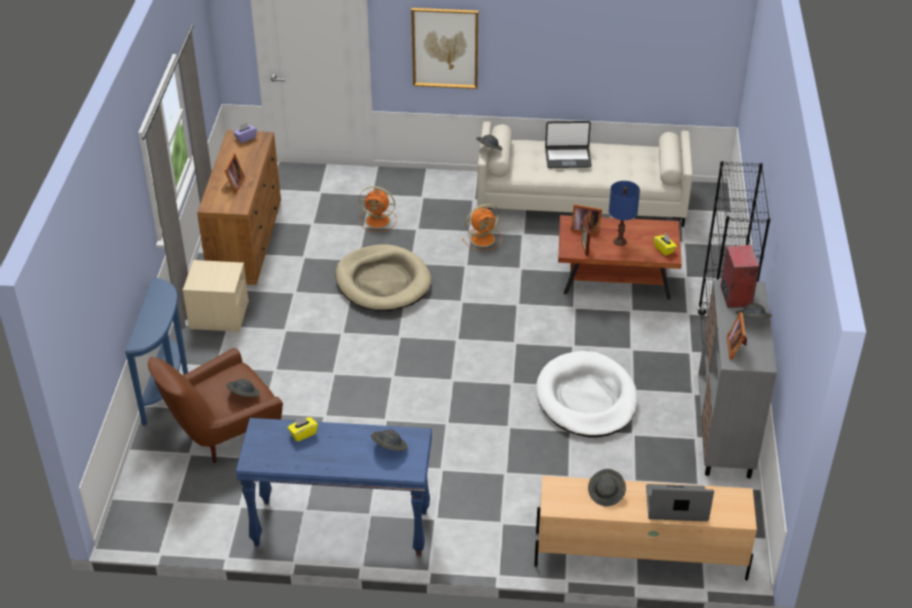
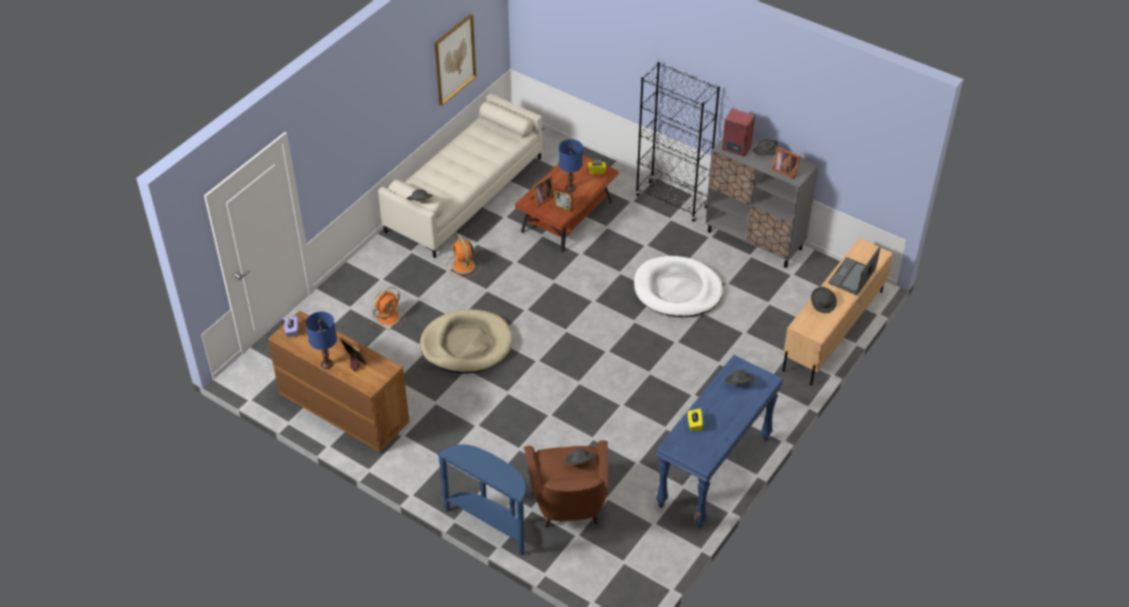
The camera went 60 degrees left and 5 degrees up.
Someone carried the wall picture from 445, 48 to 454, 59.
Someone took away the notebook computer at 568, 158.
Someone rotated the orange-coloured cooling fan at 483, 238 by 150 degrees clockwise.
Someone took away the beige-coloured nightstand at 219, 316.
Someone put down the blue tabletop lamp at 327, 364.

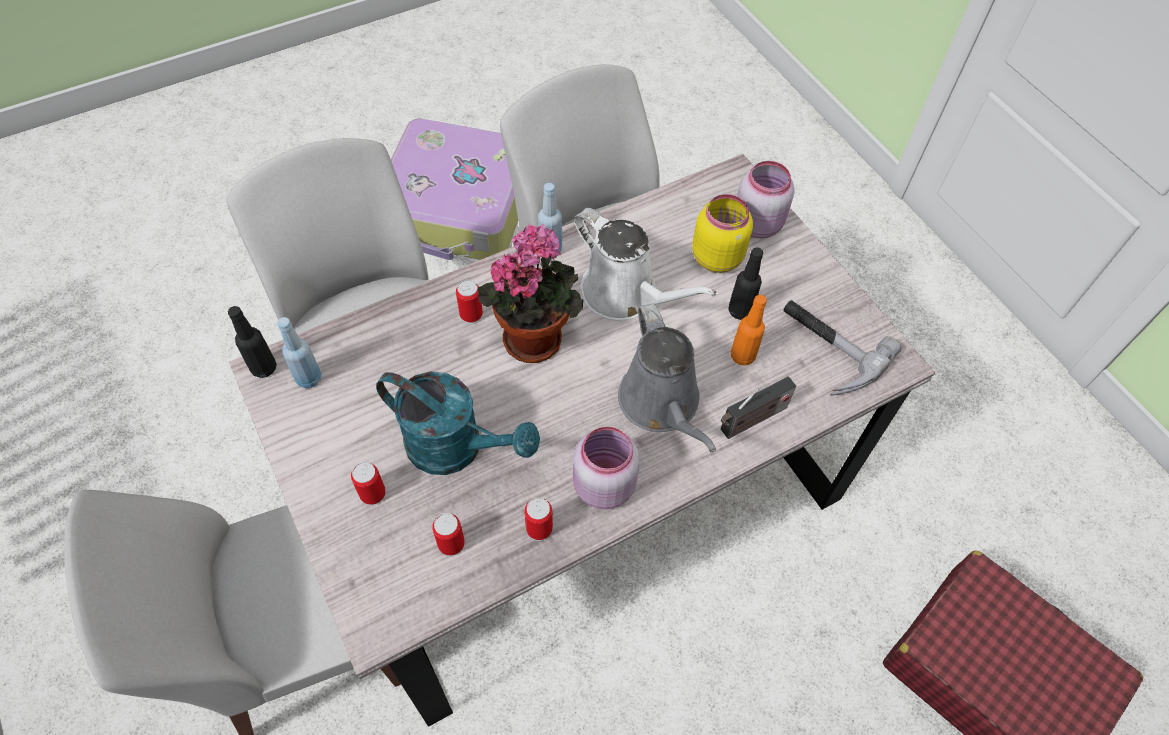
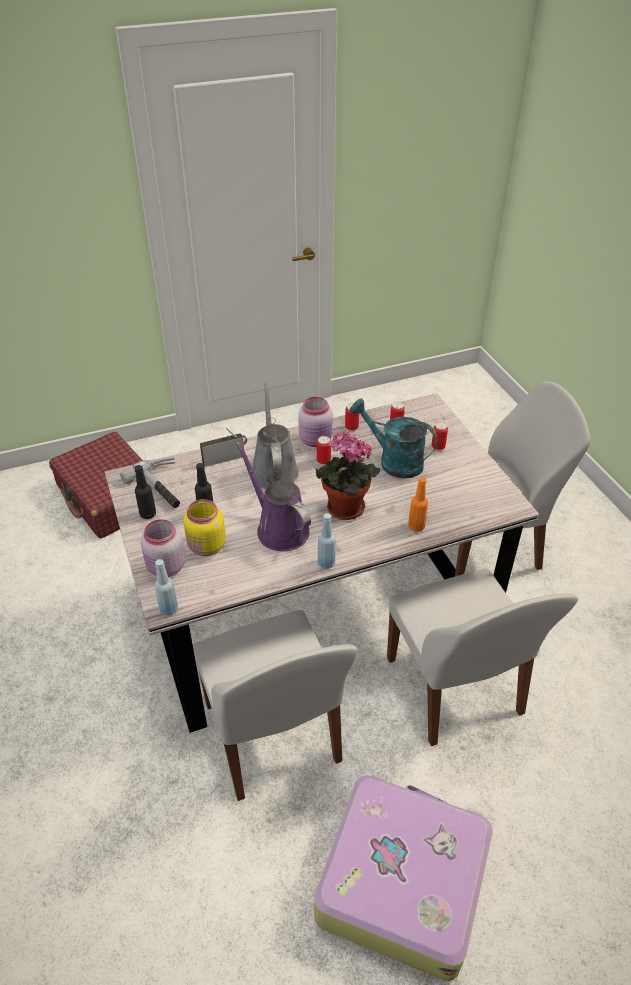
The camera went 170 degrees left and 15 degrees down.
Someone repainted the whitish watering pot at 625, 294, which became the purple-coloured watering pot at 279, 528.
Someone carried the metal can from 471, 315 to 323, 461.
Someone carried the orange-coloured drink bottle from 742, 356 to 416, 526.
Someone carried the black-coloured drink bottle from 264, 368 to 148, 514.
Someone carried the blue drink bottle from 309, 378 to 168, 609.

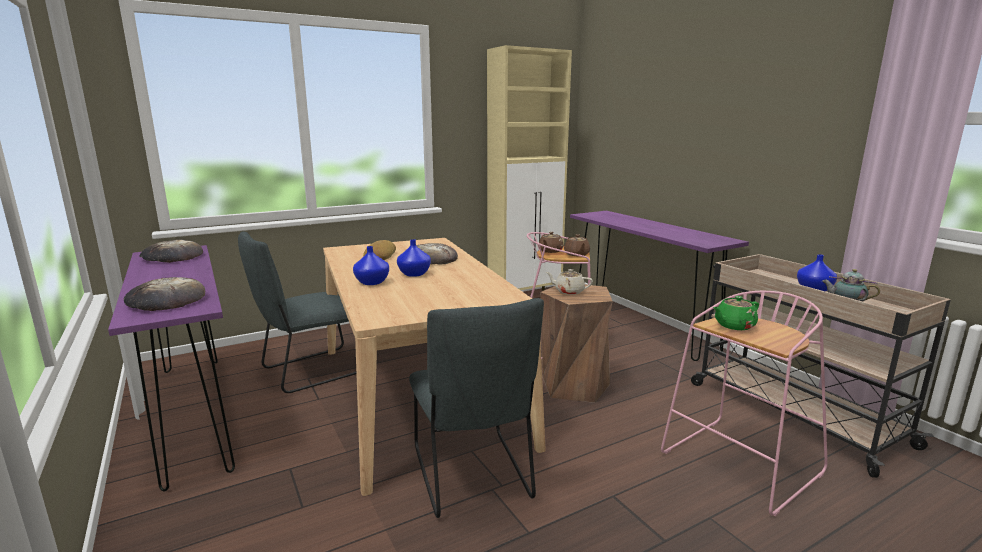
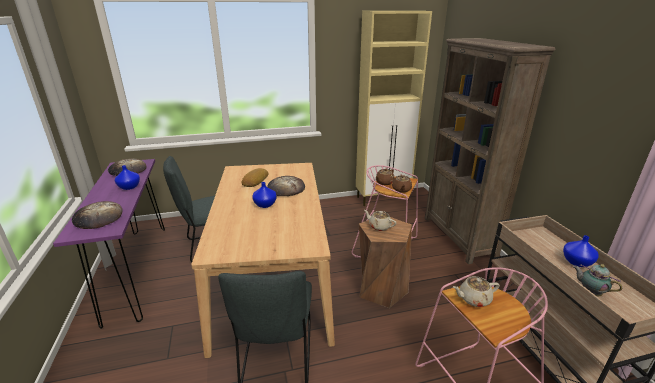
The camera went 15 degrees right and 10 degrees up.
Someone swapped the purple-coloured hall table at 640, 325 for the brown bookshelf at 458, 237.
Someone carried the blue vase from 372, 282 to 129, 187.
Someone repainted the greenish pot for tea at 733, 325, which became the beige-coloured pot for tea at 473, 299.

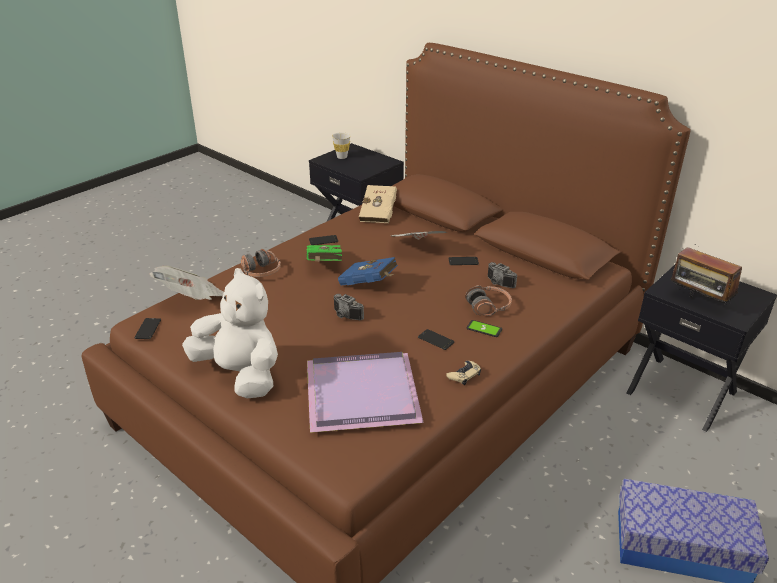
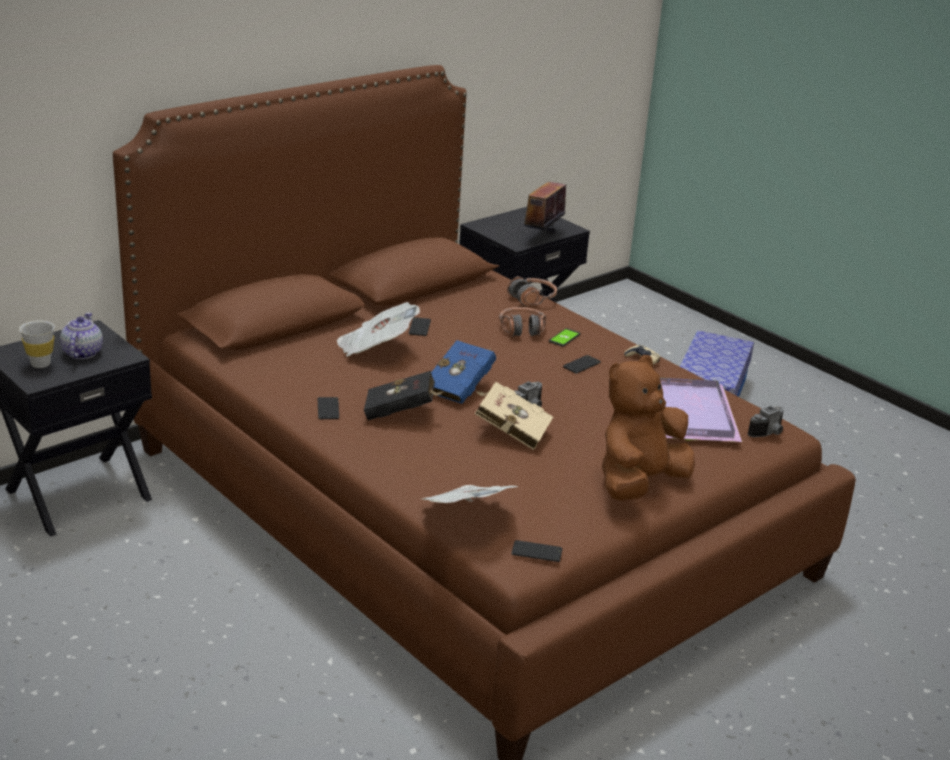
The camera went 85 degrees left and 5 degrees down.
Someone carried the beige-coloured bound book from 379, 214 to 509, 431.
Someone repainted the greenish bound book at 324, 266, which became the black-coloured bound book at 402, 413.
Someone rotated the radio at 698, 303 by 150 degrees clockwise.
Someone carried the pair of headphones from 261, 272 to 532, 298.
Someone carried the still camera from 498, 284 to 769, 433.
Someone repainted the whitish plush toy at 240, 374, which became the brown plush toy at 639, 483.
Someone put down the pot for tea at 82, 353.

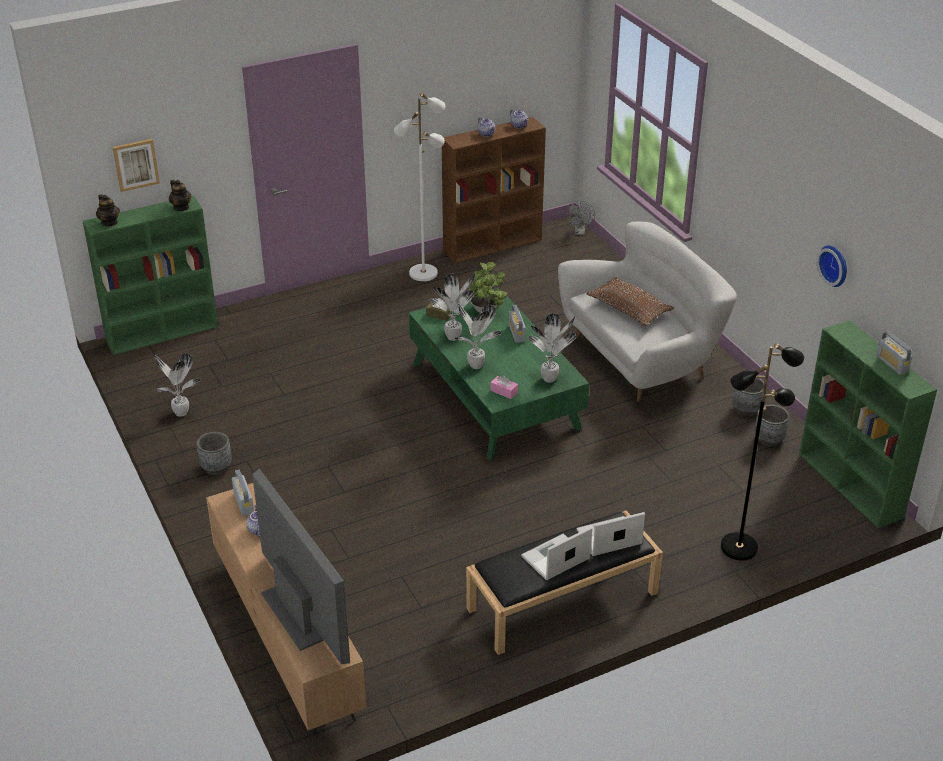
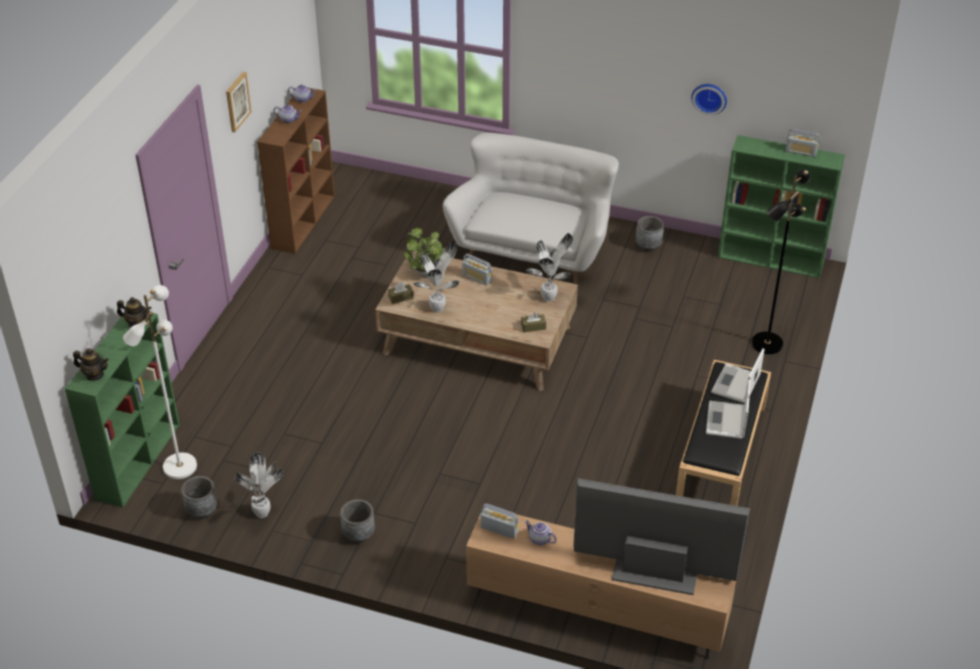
The camera went 45 degrees left and 5 degrees up.
Someone carried the whitish floor lamp from 423, 273 to 179, 466.
Someone carried the wall picture from 136, 164 to 237, 101.
Someone took away the greyish cooling fan at 579, 232.
Someone took away the brown throw pillow at 629, 309.
Someone repainted the greenish coffee table at 495, 395, which became the brown coffee table at 478, 340.
Someone took away the houseplant at 476, 366.
Someone repainted the pinkish box of tissues at 504, 391, which became the brown box of tissues at 533, 327.
Someone carried the greyish plant pot from 769, 439 to 202, 510.

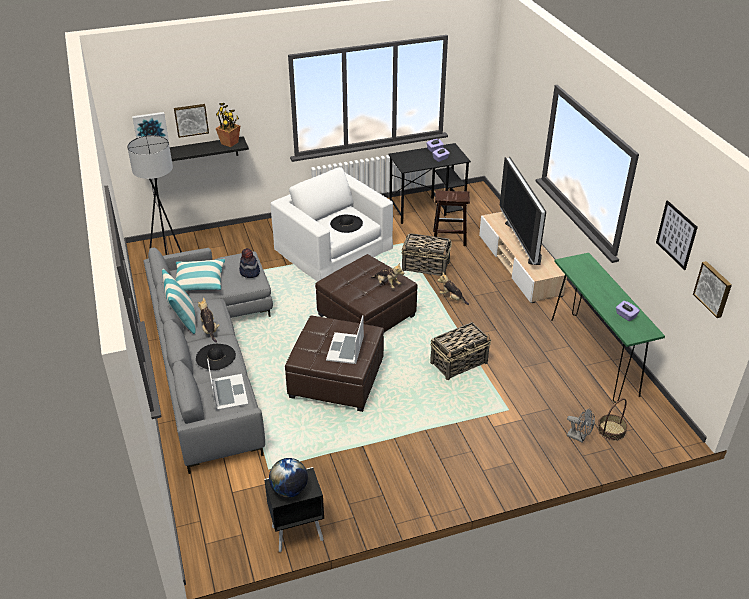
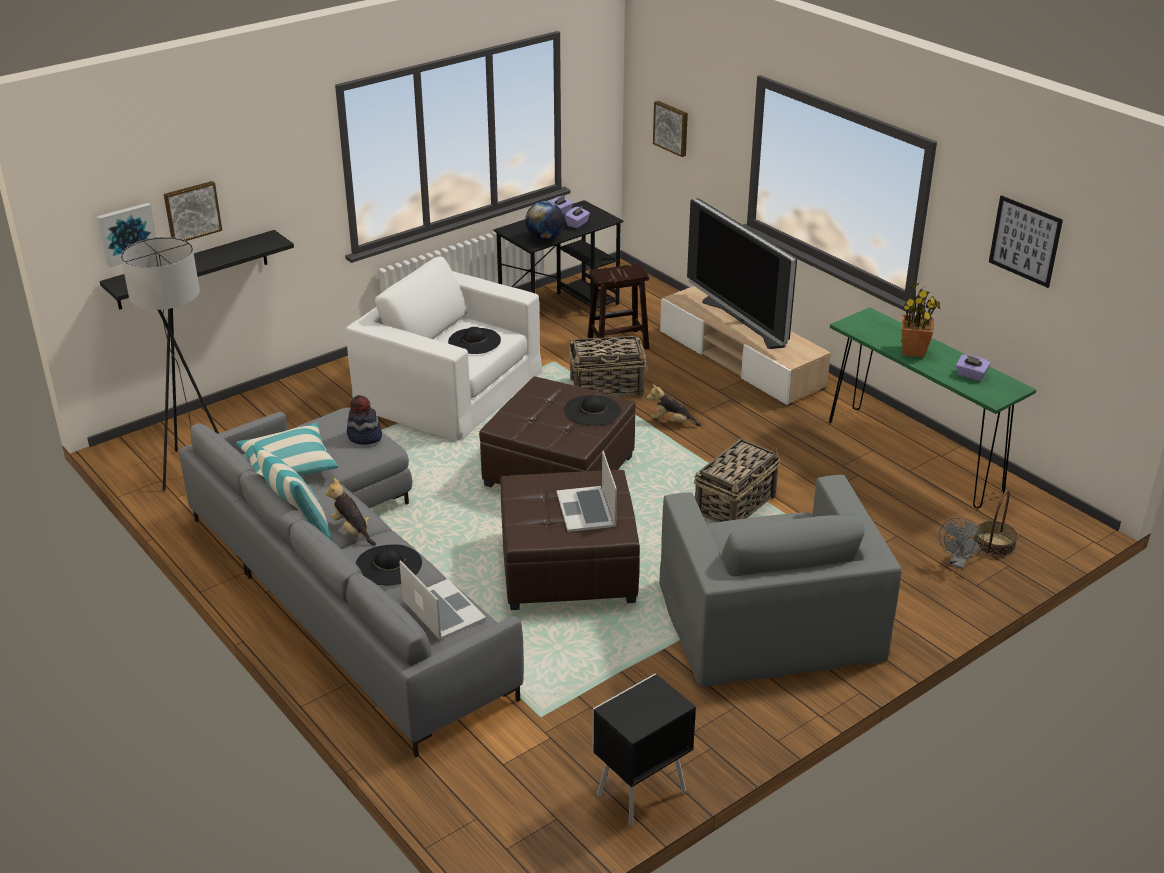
The camera went 20 degrees left and 5 degrees down.
Someone carried the houseplant from 230, 143 to 913, 351.
Someone carried the wall picture from 713, 289 to 672, 128.
Someone swapped the plush toy at 387, 284 for the black-coloured clothing hat at 592, 410.
Someone rotated the greyish cooling fan at 579, 437 by 105 degrees clockwise.
Someone carried the globe from 289, 490 to 545, 238.
Someone put down the greyish easy chair at 769, 619.

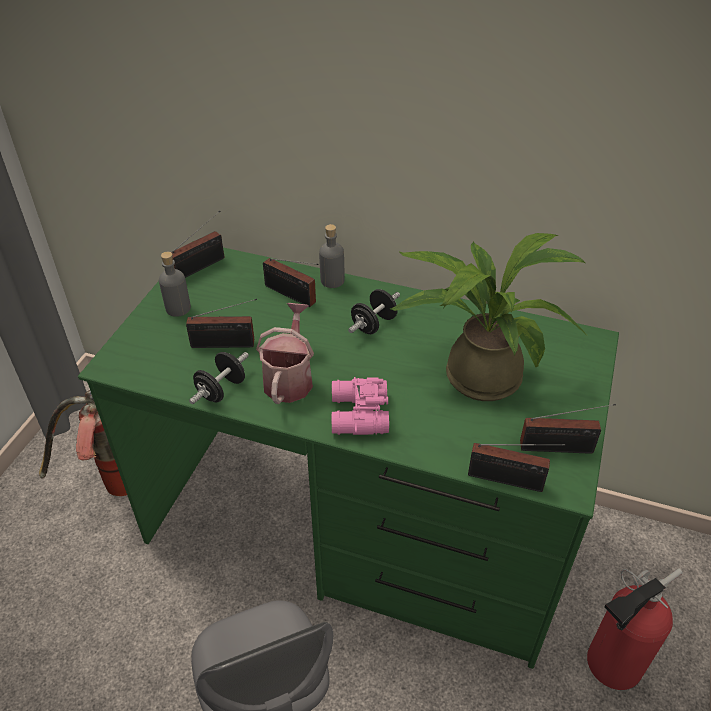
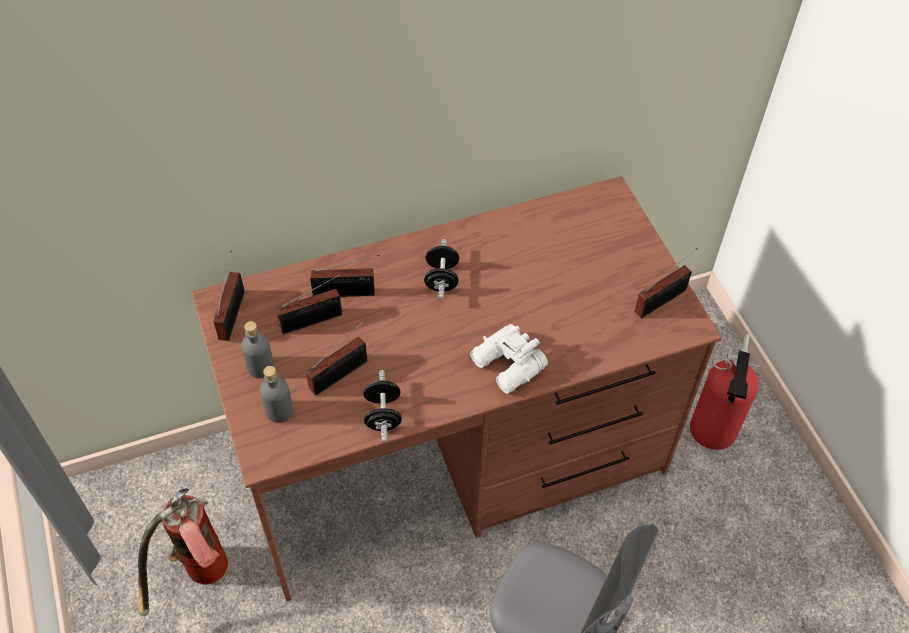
The camera went 40 degrees left and 10 degrees up.
Someone carried the greyish drink bottle from 332, 280 to 279, 411.
Someone took away the houseplant at 475, 372.
Someone repainted the greenish desk table at 358, 524, which became the brown desk table at 452, 455.
Someone took away the watering pot at 289, 378.
Someone repainted the pinkish binoculars at 357, 415, which became the whitish binoculars at 508, 366.
Someone carried the radio from 509, 481 to 315, 320.

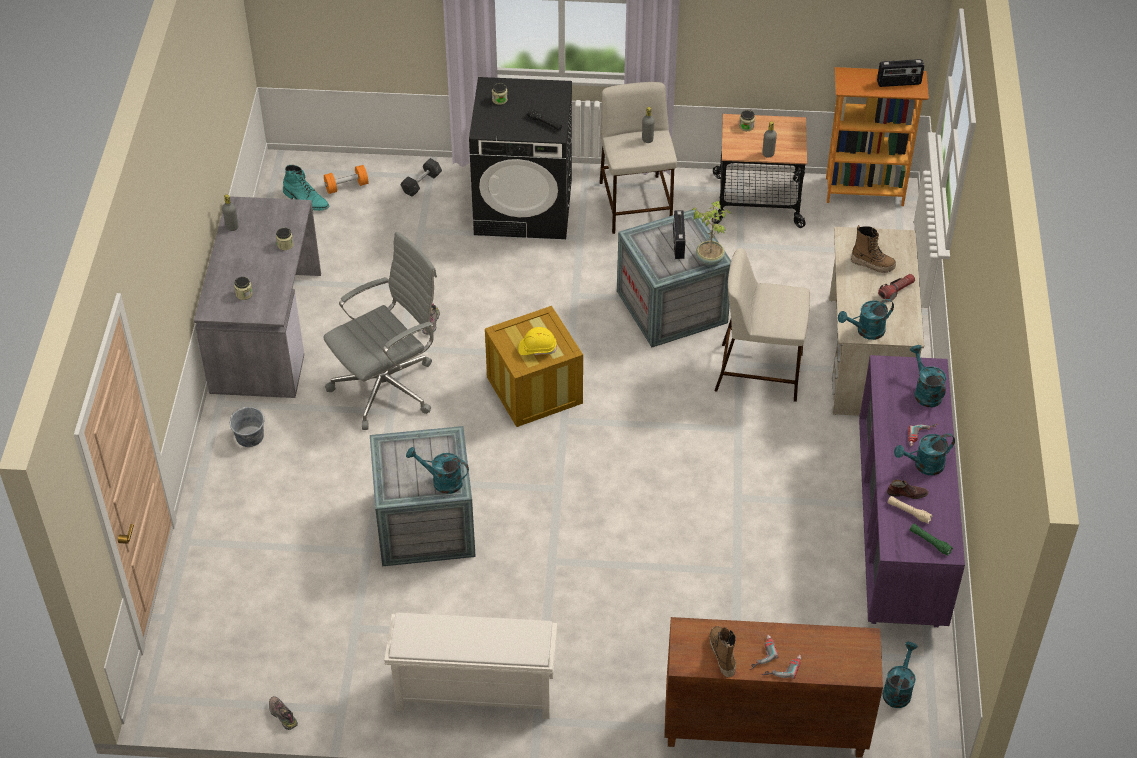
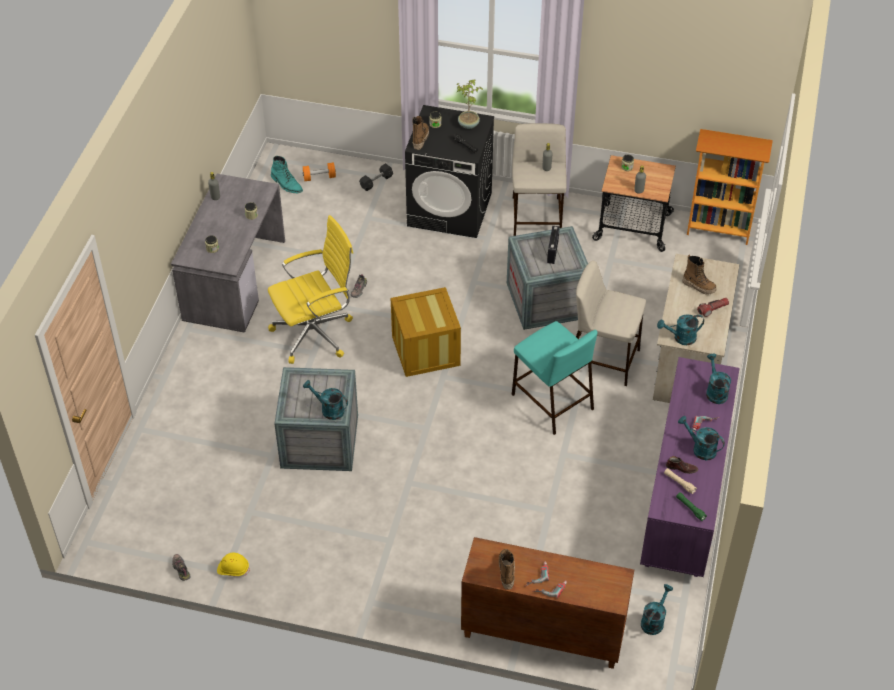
The camera went 10 degrees right and 0 degrees up.
Someone took away the radio at 899, 83.
Someone carried the houseplant from 710, 258 to 468, 124.
Someone repainted the greyish office chair at 388, 387, which became the yellow-coloured office chair at 315, 333.
Someone carried the yellow-coloured hard hat from 537, 348 to 233, 569.
Someone took away the greyish pail at 249, 436.
Someone rotated the turquoise-coloured watering pot at 924, 466 by 45 degrees clockwise.
Someone took away the whitish shoe rack at 473, 693.
Someone put down the high-top boot at 420, 139.
Someone put down the turquoise-coloured stool seat at 551, 401.

